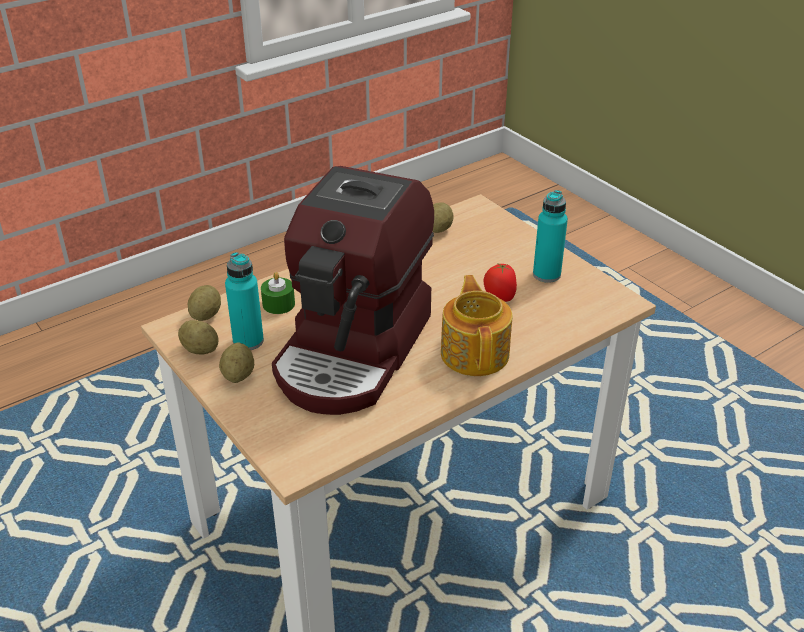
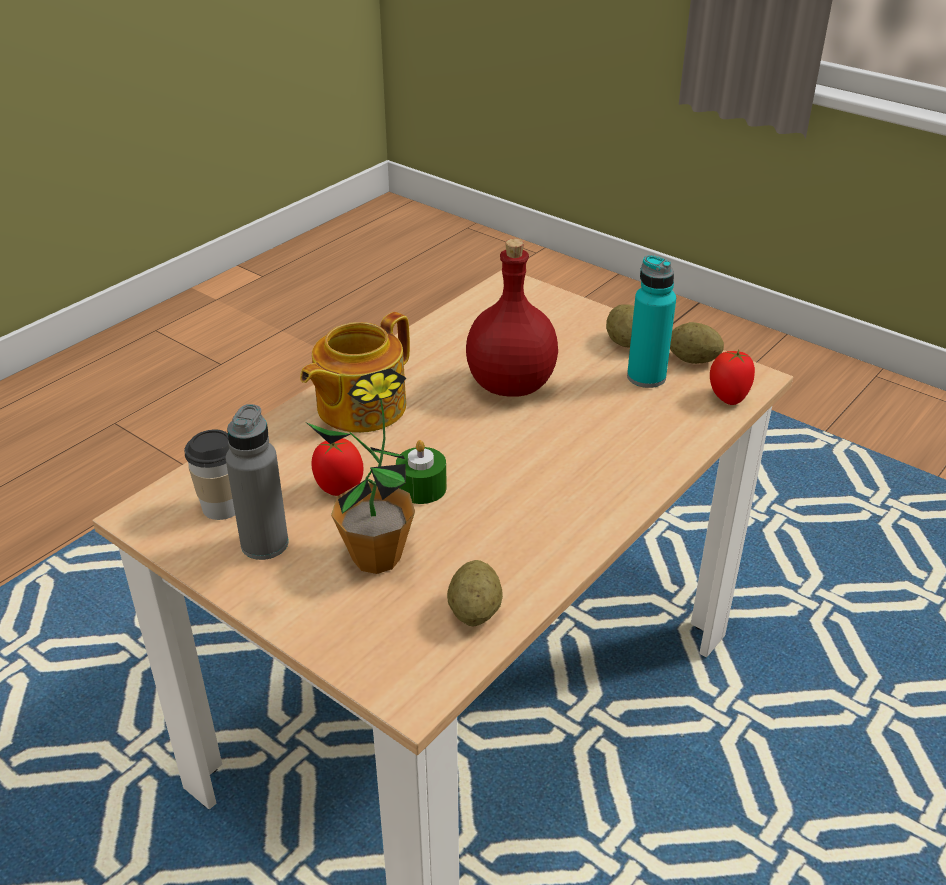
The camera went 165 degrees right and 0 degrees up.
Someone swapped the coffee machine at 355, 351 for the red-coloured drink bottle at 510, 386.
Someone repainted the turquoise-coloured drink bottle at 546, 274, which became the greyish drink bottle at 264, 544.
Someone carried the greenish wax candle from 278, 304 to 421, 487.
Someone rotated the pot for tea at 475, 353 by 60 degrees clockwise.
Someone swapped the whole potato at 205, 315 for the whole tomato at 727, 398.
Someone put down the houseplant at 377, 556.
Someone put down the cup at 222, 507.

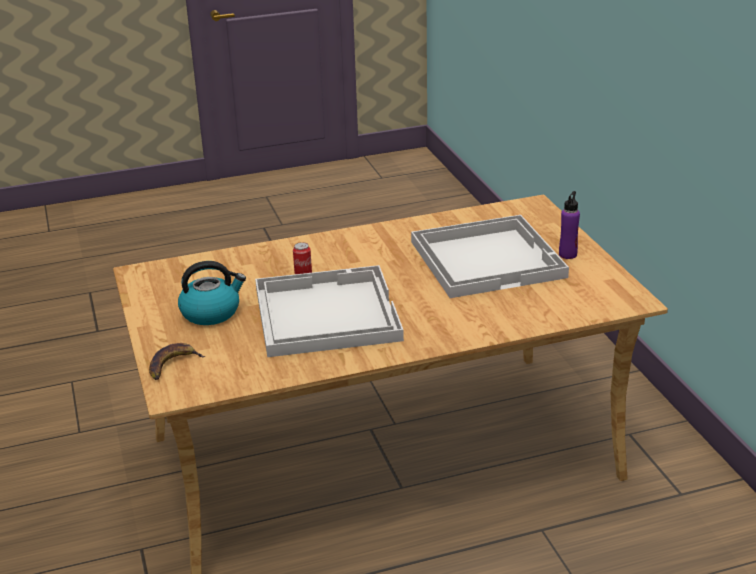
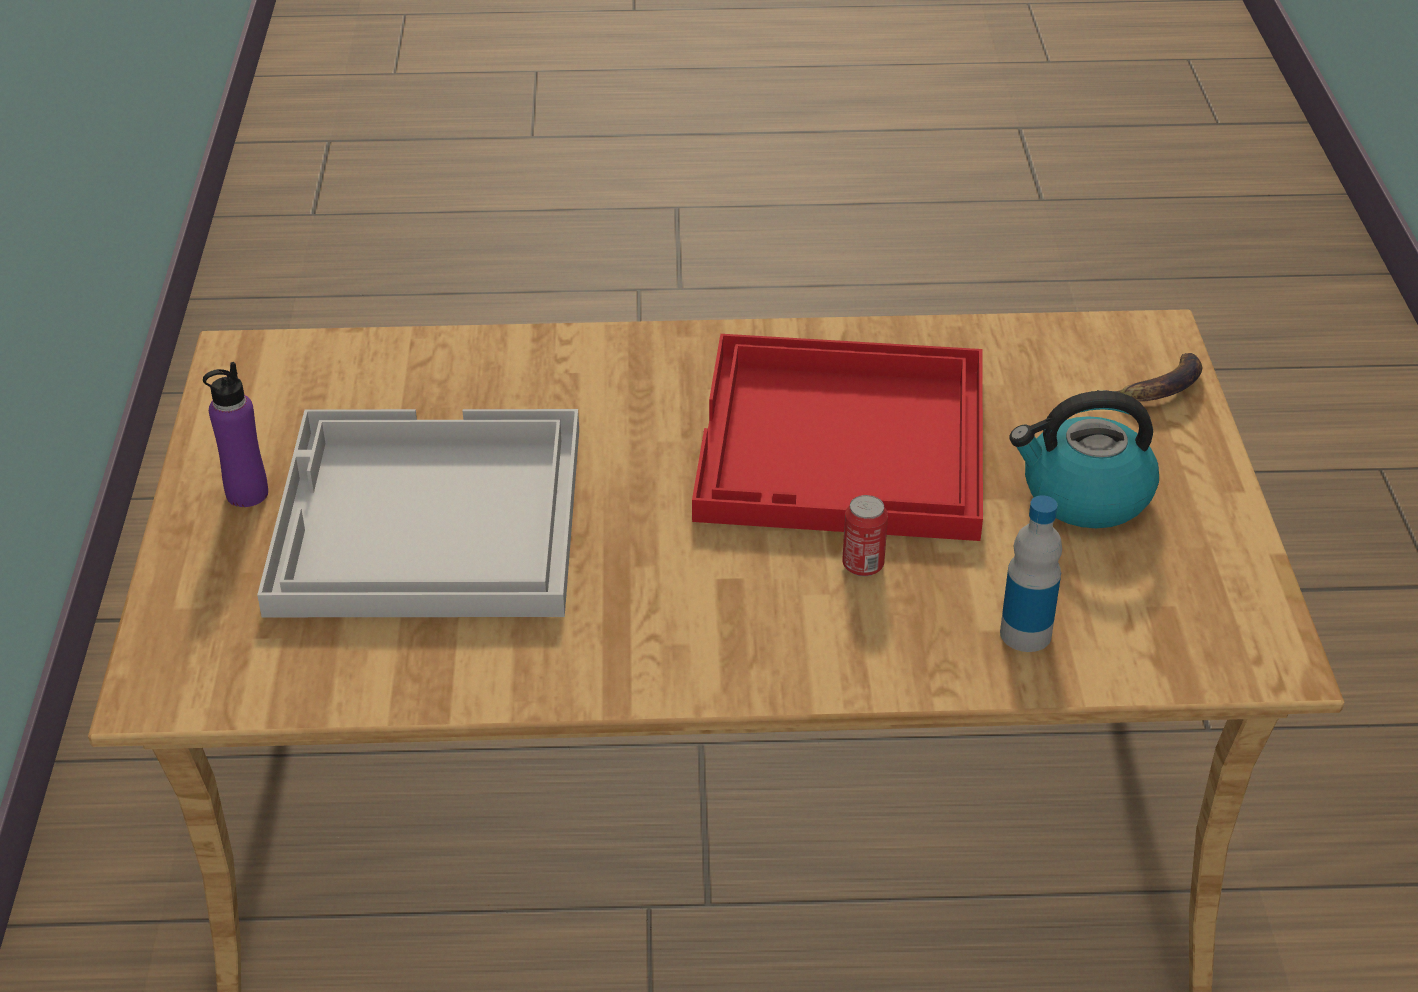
The camera went 165 degrees left and 10 degrees up.
Someone repainted the whitish serving tray at 325, 313, which became the red-coloured serving tray at 845, 444.
Someone put down the drink bottle at 1025, 634.

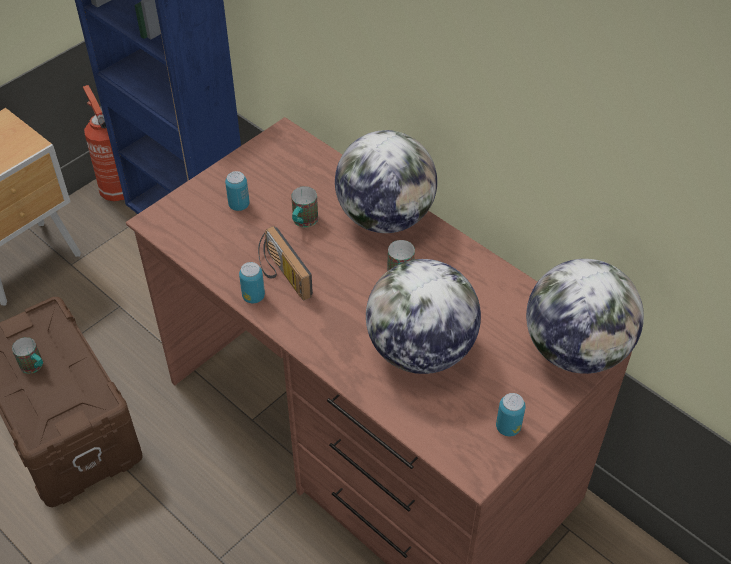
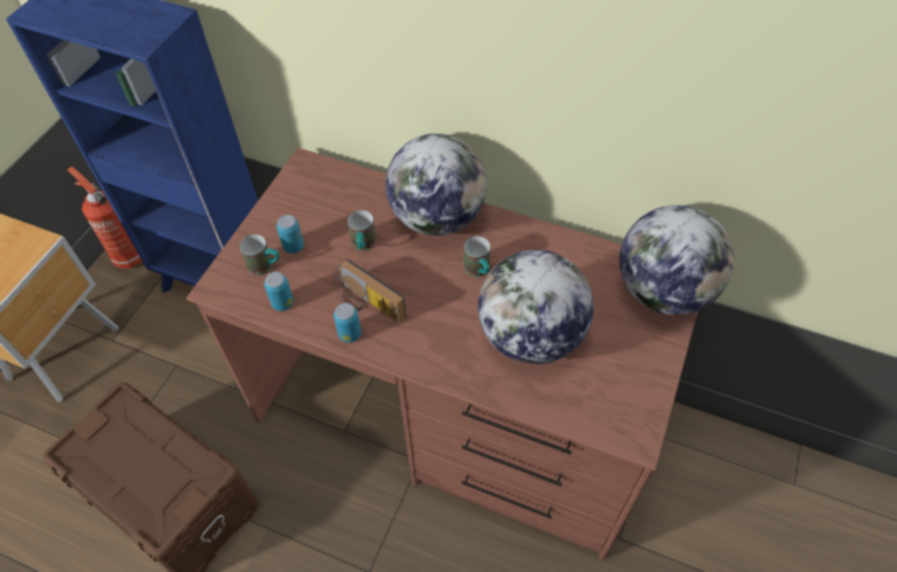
The camera went 20 degrees left and 5 degrees up.
Someone carried the mug from 35, 367 to 265, 266.
Someone carried the metal can from 508, 427 to 282, 303.

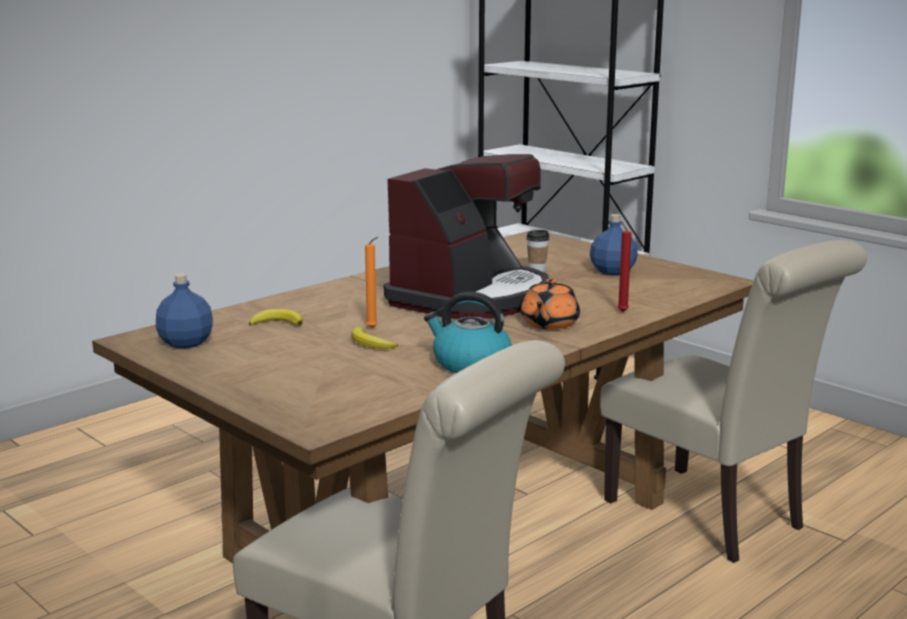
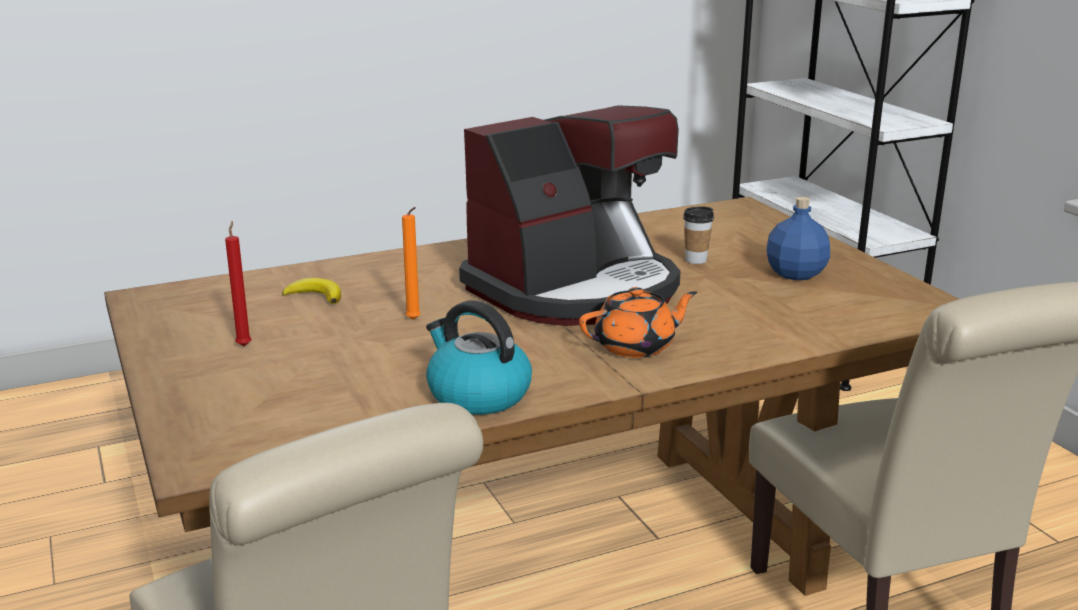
The camera went 20 degrees right and 5 degrees up.
Someone carried the red-coloured wax candle from 621, 311 to 244, 345.
Someone took away the blue drink bottle at 185, 342.
Someone rotated the orange-coloured pot for tea at 549, 324 by 150 degrees counterclockwise.
Someone took away the banana fruit at 370, 344.

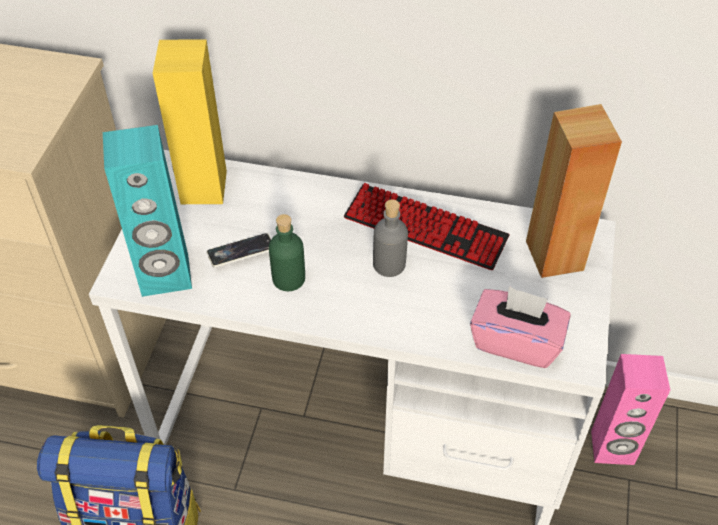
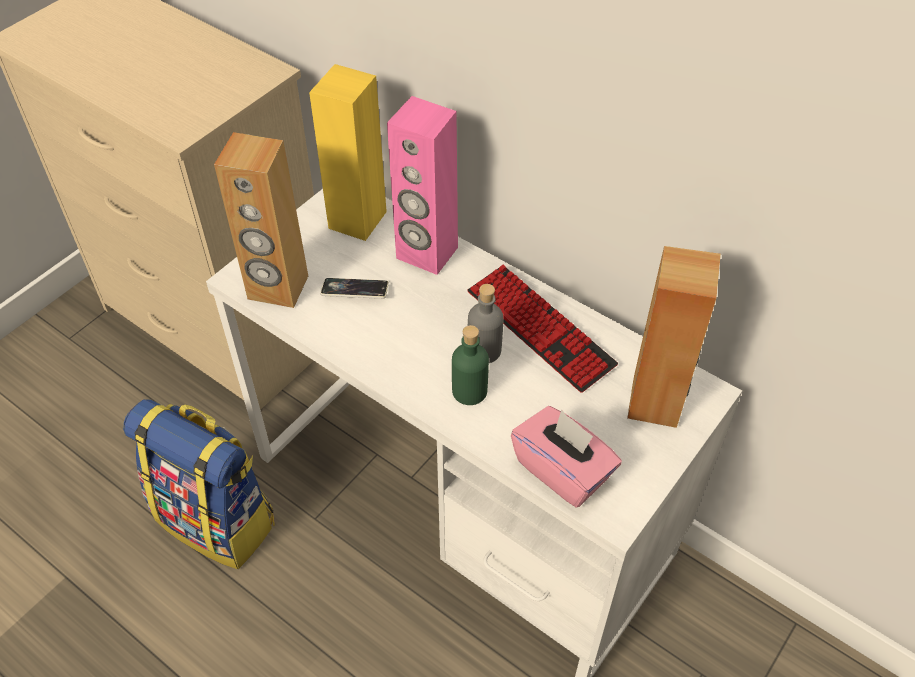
The camera went 25 degrees right and 0 degrees up.
Someone repainted the turquoise-coloured loudspeaker at 165, 275, which became the brown loudspeaker at 278, 288.
Someone carried the greenish drink bottle from 288, 278 to 469, 391.
Someone carried the pinkish loudspeaker from 612, 448 to 426, 253.

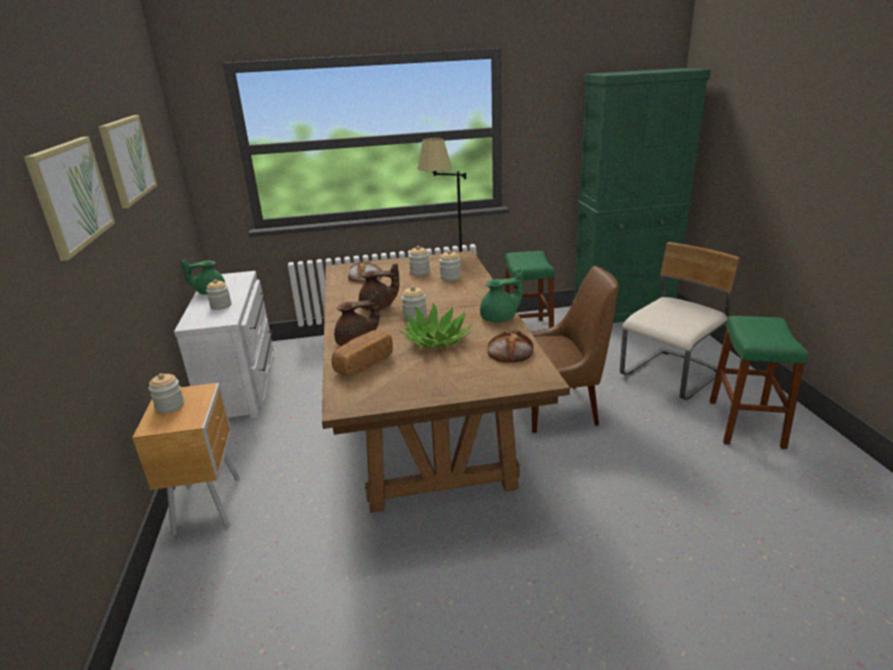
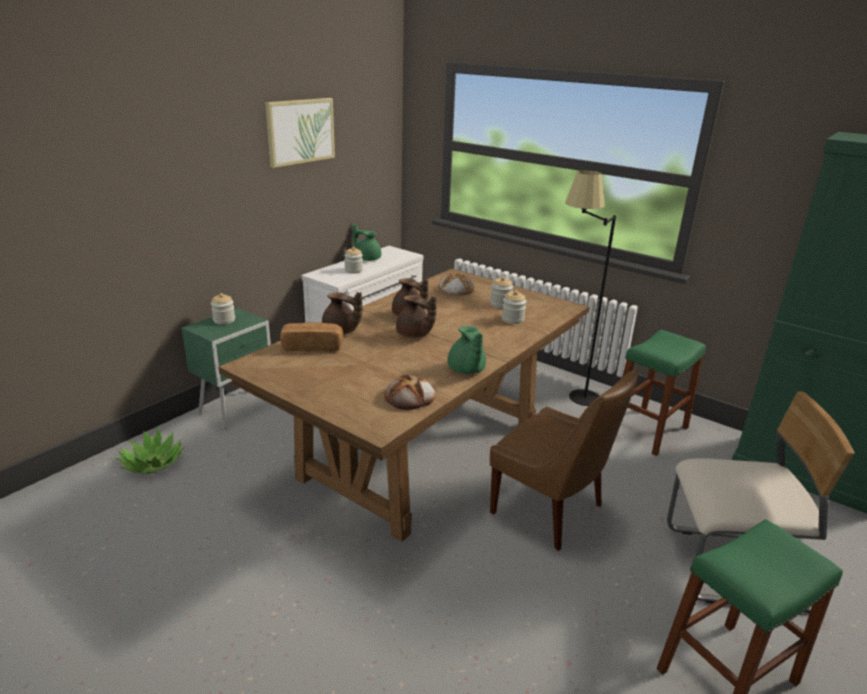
The camera went 45 degrees right and 0 degrees up.
Someone took away the wall picture at 71, 195.
Someone rotated the greenish pot for tea at 500, 318 by 45 degrees clockwise.
Someone swapped the preserve jar at 415, 316 for the brown pot for tea at 414, 335.
Someone carried the houseplant from 437, 340 to 152, 463.
Someone repainted the brown nightstand at 209, 504, which became the greenish nightstand at 238, 409.

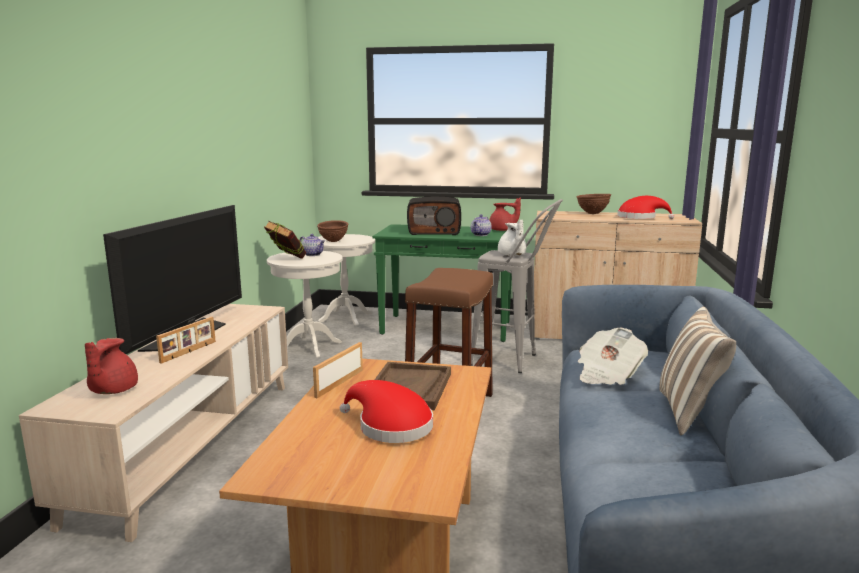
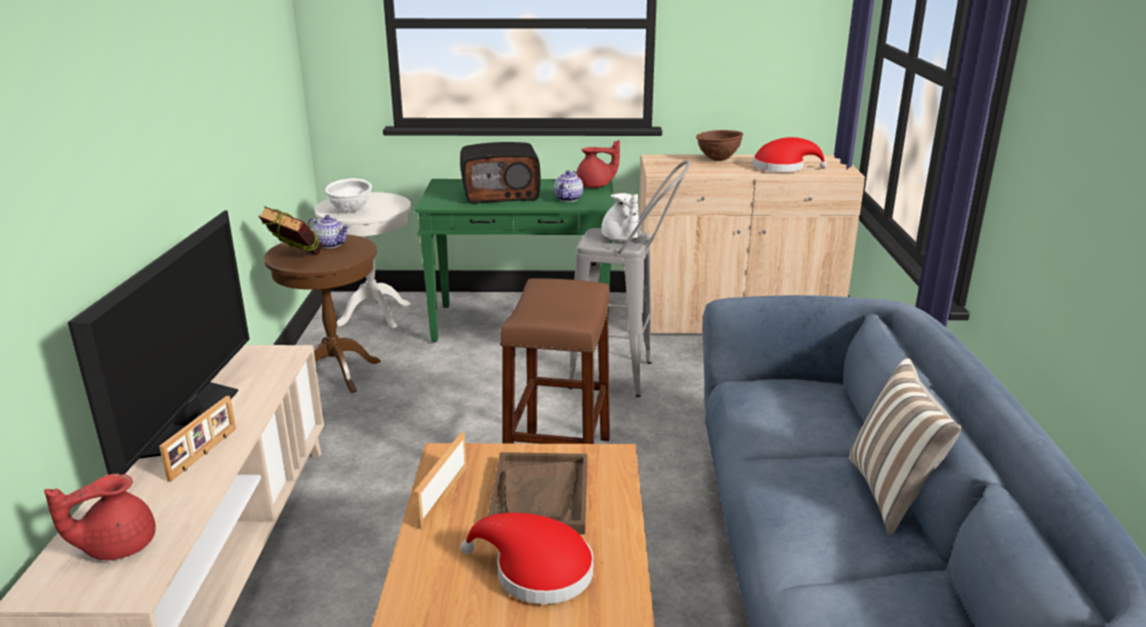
The camera went 10 degrees left and 10 degrees up.
Someone repainted the brown deep dish at 333, 241, which became the whitish deep dish at 351, 212.
Someone repainted the whitish side table at 309, 346, which became the brown side table at 336, 373.
Someone took away the daily paper at 607, 374.
Someone rotated the red-coloured pot for tea at 112, 390 by 60 degrees clockwise.

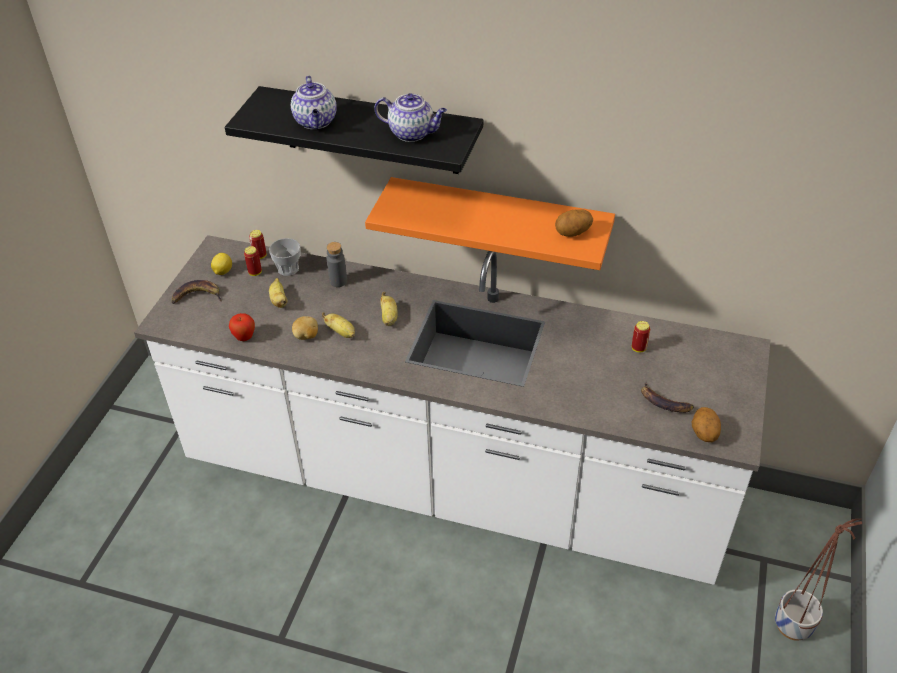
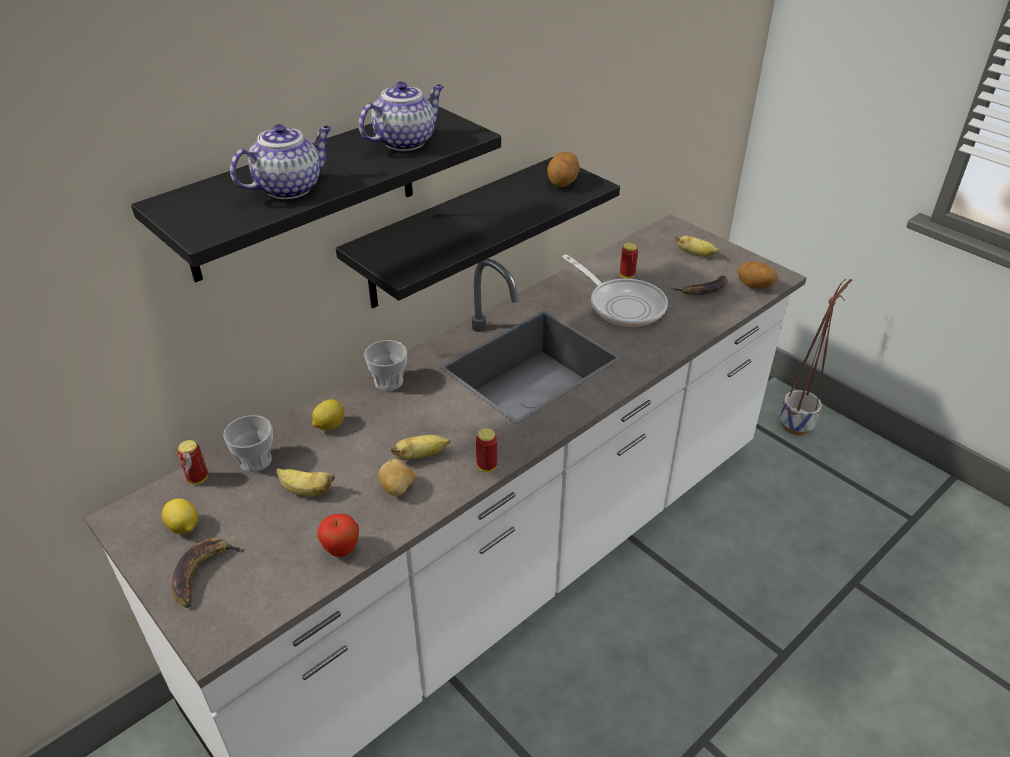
The camera went 60 degrees left and 5 degrees down.
Someone rotated the pot for tea at 316, 122 by 60 degrees counterclockwise.
Someone repainted the orange-coloured shelf at 499, 220, which became the black-coloured shelf at 455, 233.
Someone swapped the greyish drink bottle at 338, 281 for the citrus fruit at 329, 425.
Someone carried the metal can from 255, 272 to 487, 466.
Someone carried the banana fruit from 389, 318 to 695, 254.
Someone put down the skillet at 622, 305.
Someone put down the cup at 388, 382.

